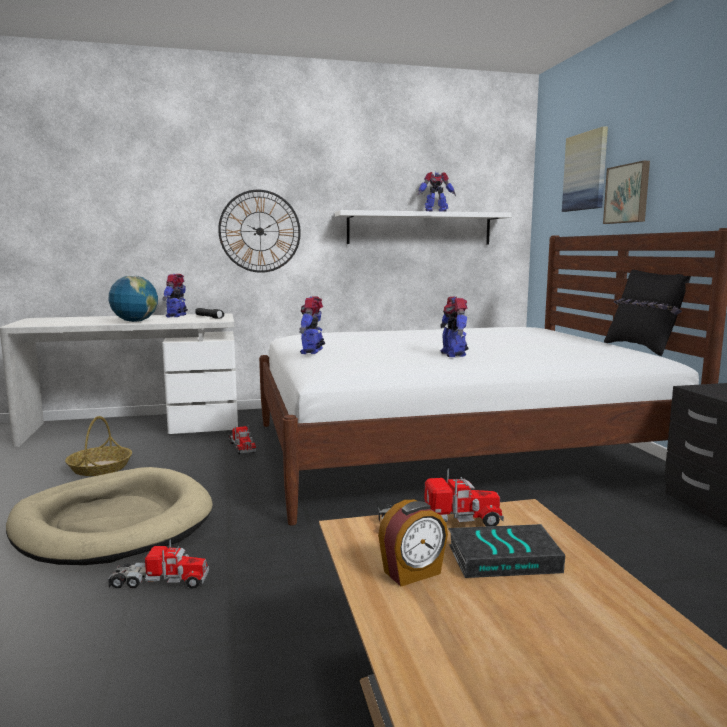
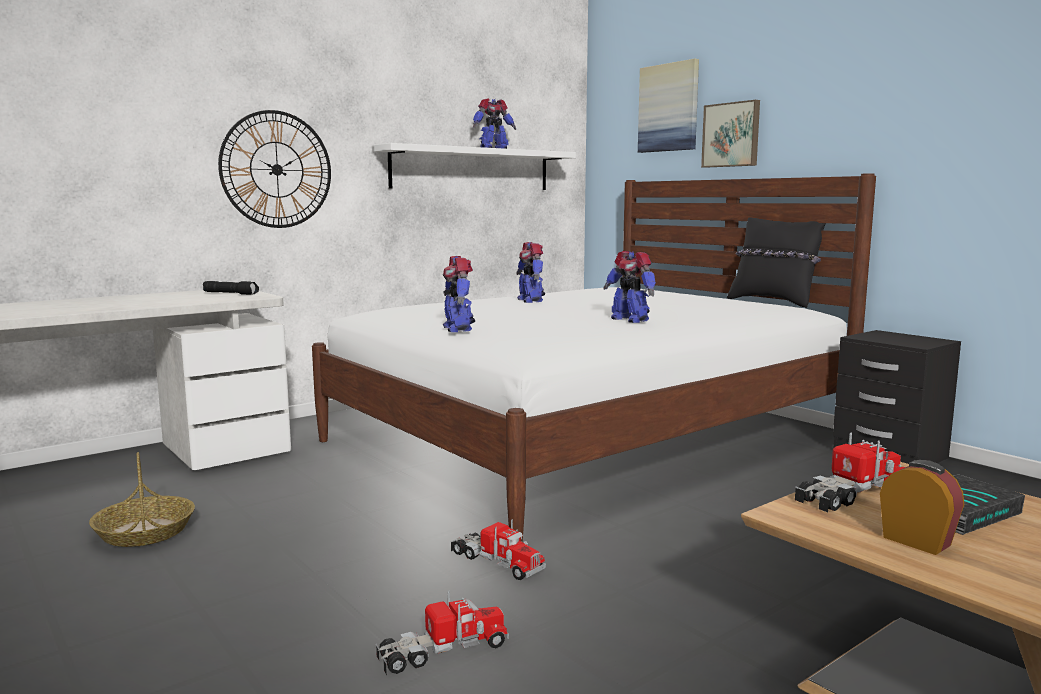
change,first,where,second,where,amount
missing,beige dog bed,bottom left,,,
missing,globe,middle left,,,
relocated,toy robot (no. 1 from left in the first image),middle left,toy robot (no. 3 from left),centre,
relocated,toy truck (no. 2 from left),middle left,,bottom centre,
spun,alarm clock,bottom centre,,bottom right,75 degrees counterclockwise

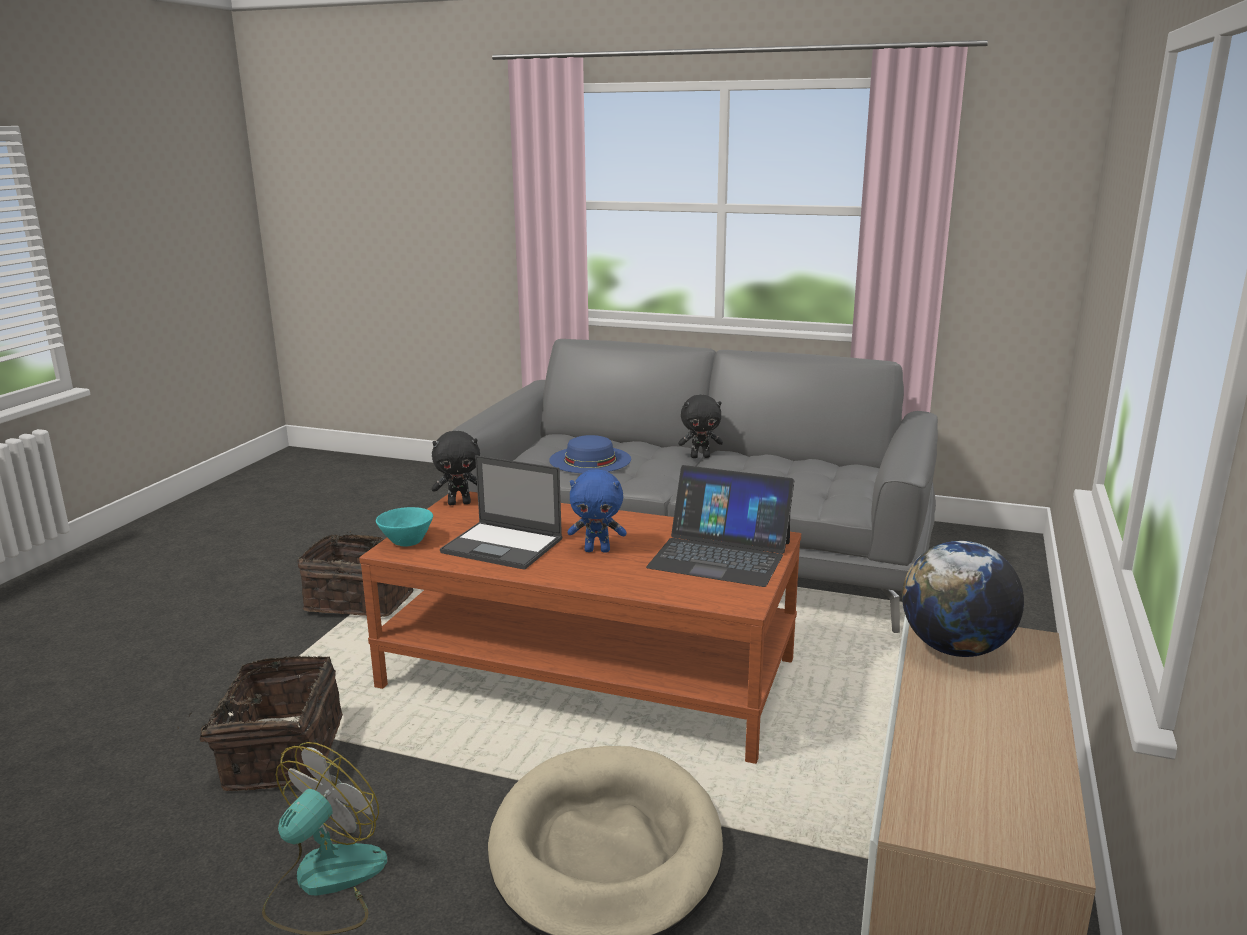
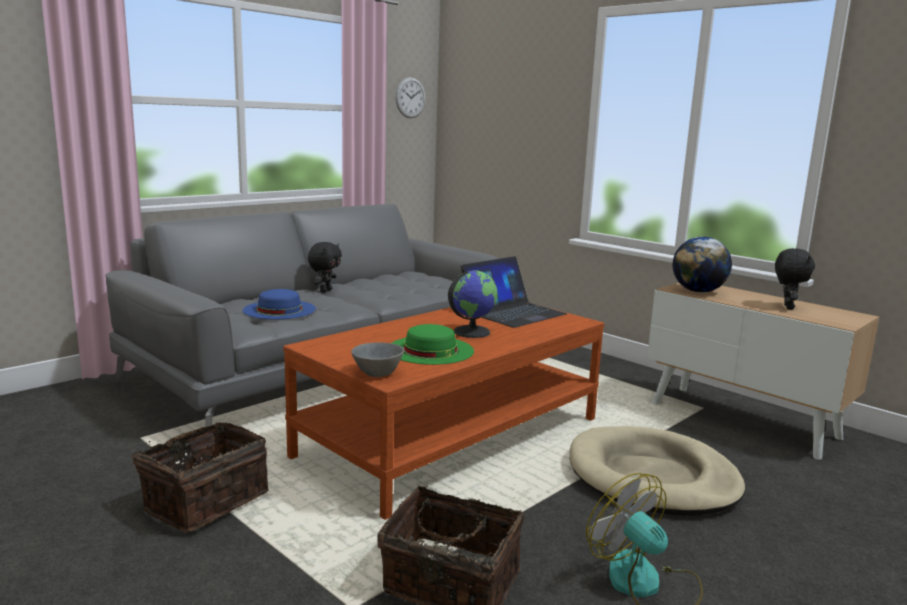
change,first,where,second,where,amount
colour,turquoise bowl,middle left,grey bowl,centre,
relocated,black plush toy (no. 1 from left in the first image),centre,black plush toy (no. 2 from left),middle right,
exchanged,laptop (no. 1 from left),centre,green hat,centre,
exchanged,blue plush toy,centre,globe (no. 1 from left),centre,
appeared,,,wall clock,top centre,

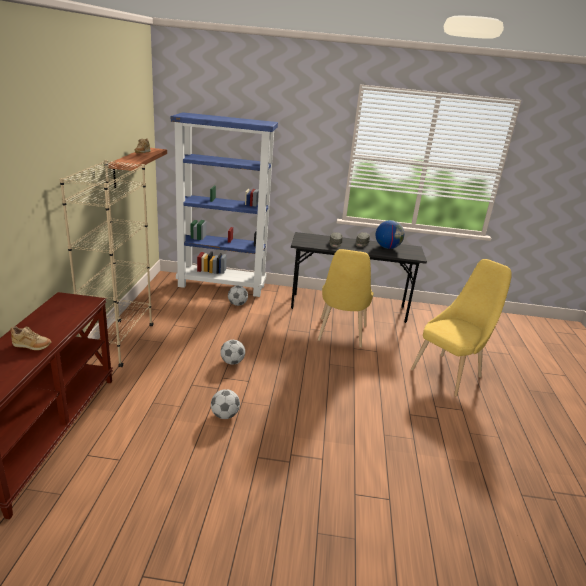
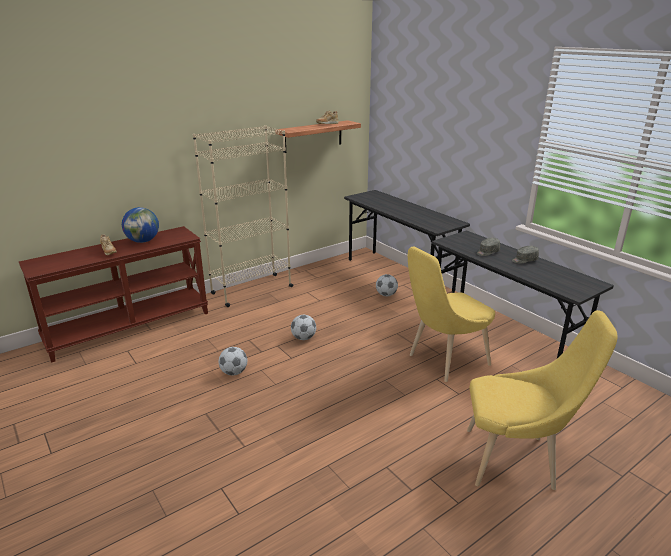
change,first,where,second,where,amount
exchanged,blue bookcase,centre,grey desk (no. 1 from left),centre,
relocated,globe,centre,,middle left,

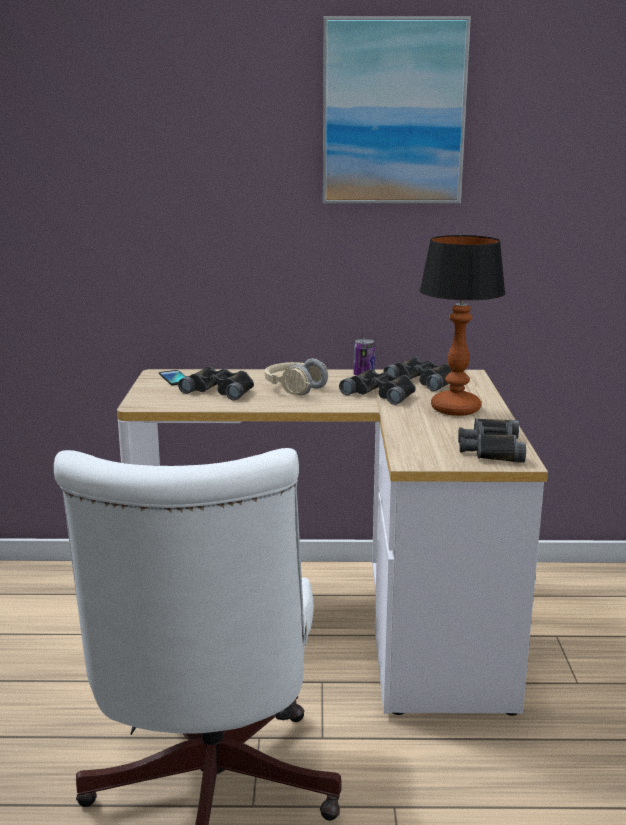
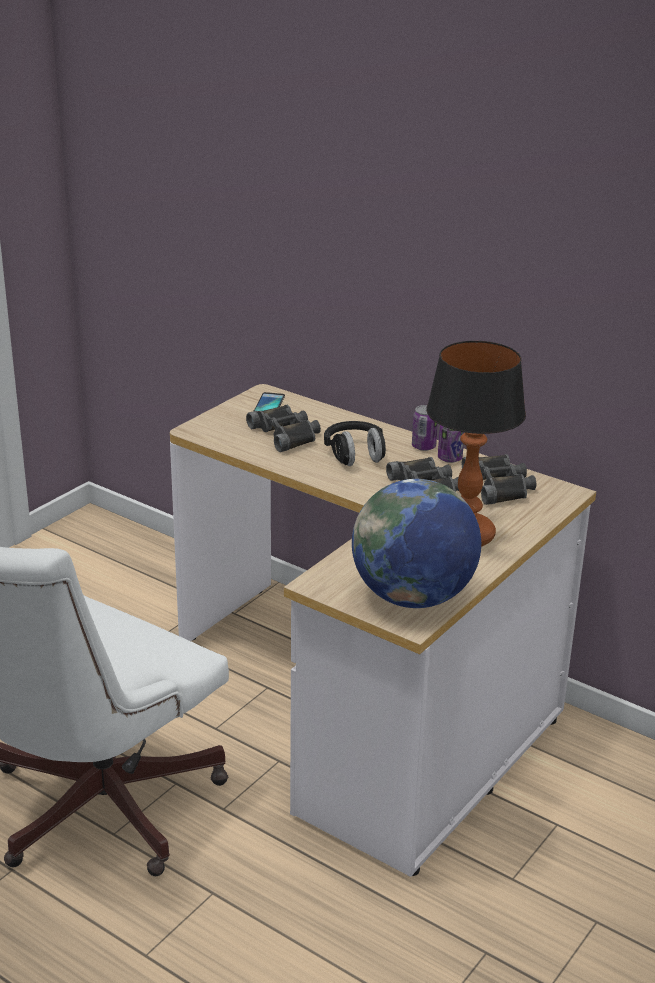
change,first,where,second,where,amount
colour,beige headphones,centre,black headphones,centre,
missing,picture,top centre,,,
exchanged,black binoculars (no. 4 from left),middle right,globe,centre,
appeared,,,can (no. 1 from left),centre,

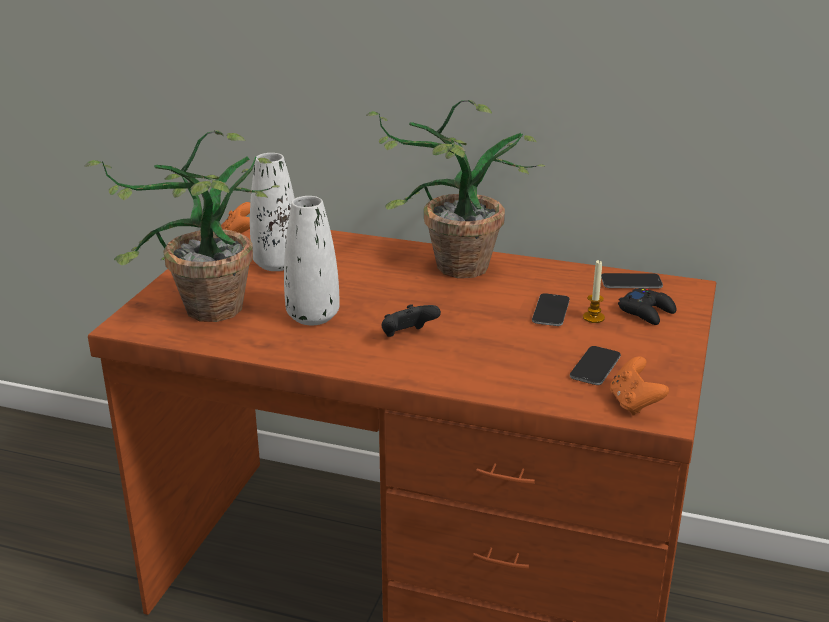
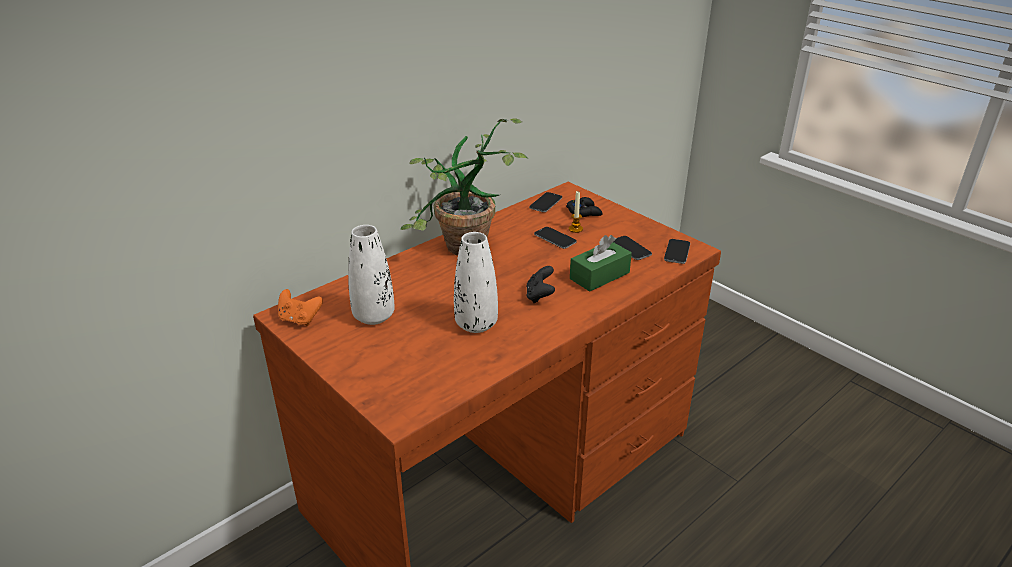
change,first,where,second,where,amount
missing,potted plant (no. 1 from left),middle left,,,
exchanged,orange game controller (no. 2 from left),middle right,phone (no. 4 from left),middle right,
appeared,,,green tissue box,centre,

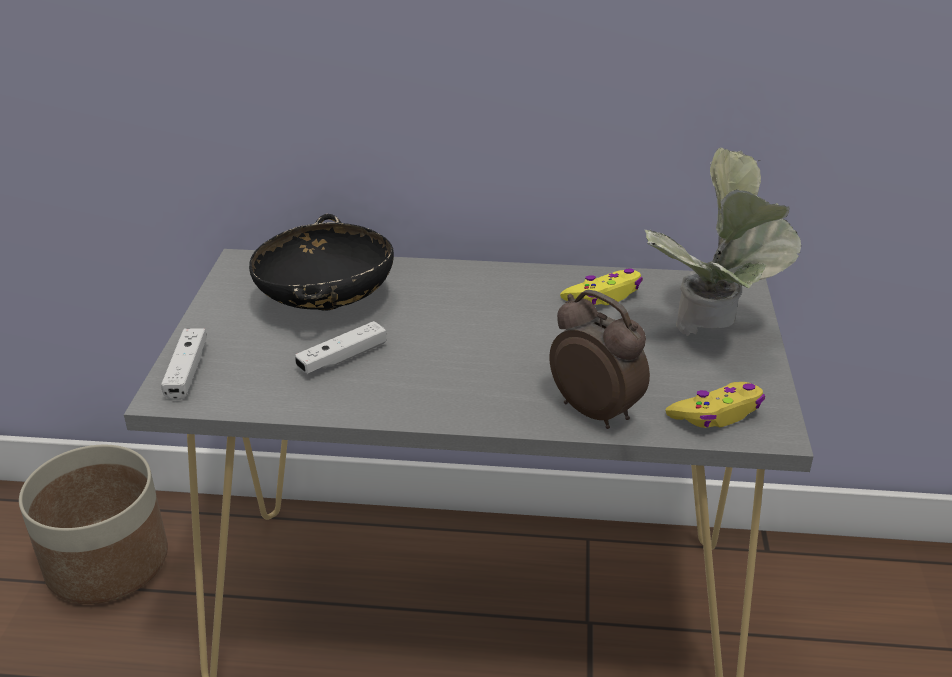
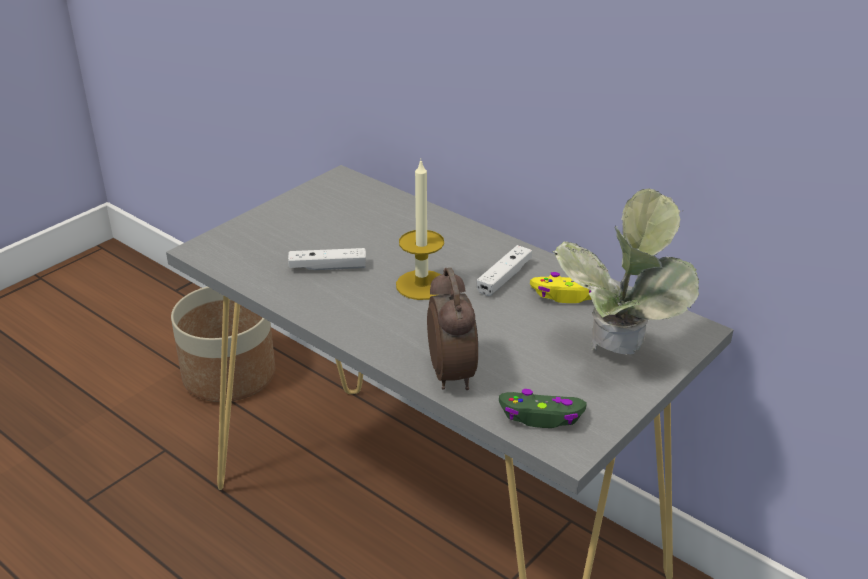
change,first,where,second,where,amount
relocated,white game controller (no. 1 from left in the first image),middle left,white game controller (no. 2 from left),centre,
missing,black bowl,centre,,,
colour,yellow game controller (no. 2 from left),middle right,green game controller,bottom centre,
appeared,,,candle,centre,

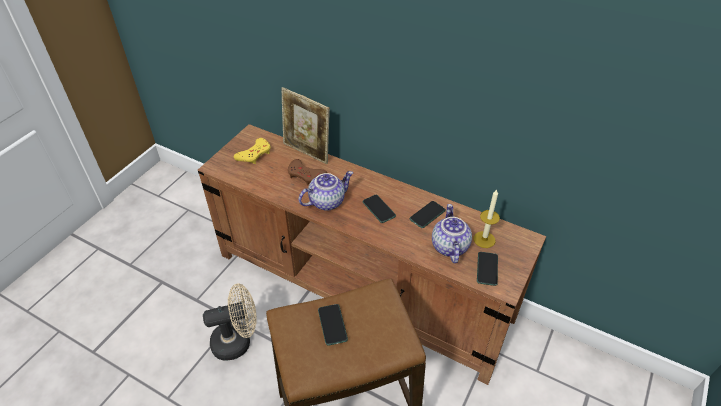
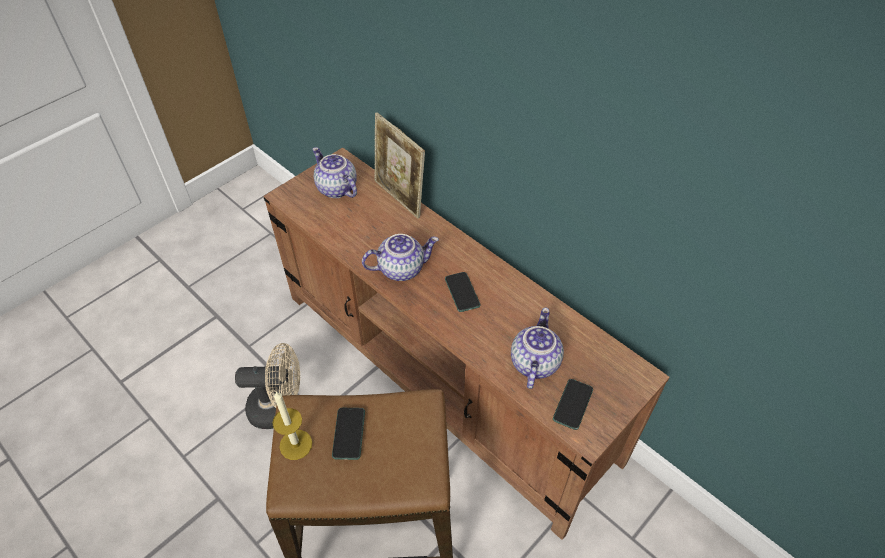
change,first,where,second,where,amount
exchanged,yellow game controller,centre,teapot (no. 1 from left),top centre,
missing,brown game controller,centre,,,
missing,phone (no. 3 from left),centre,,,
relocated,candle,middle right,,bottom left,

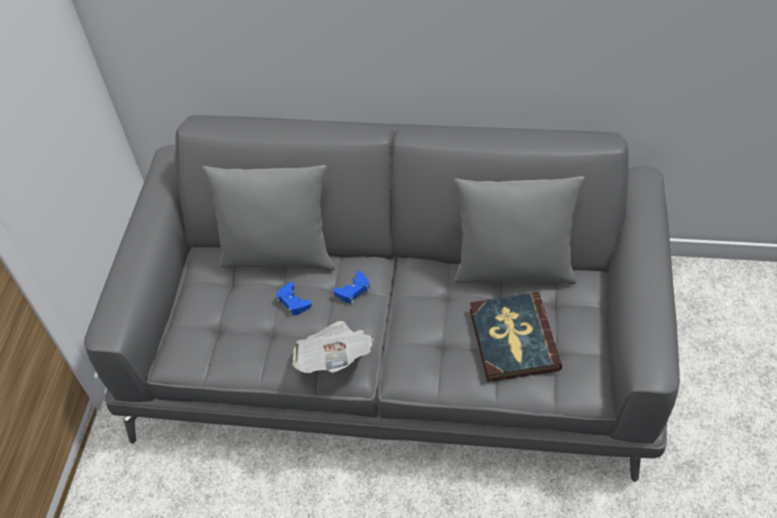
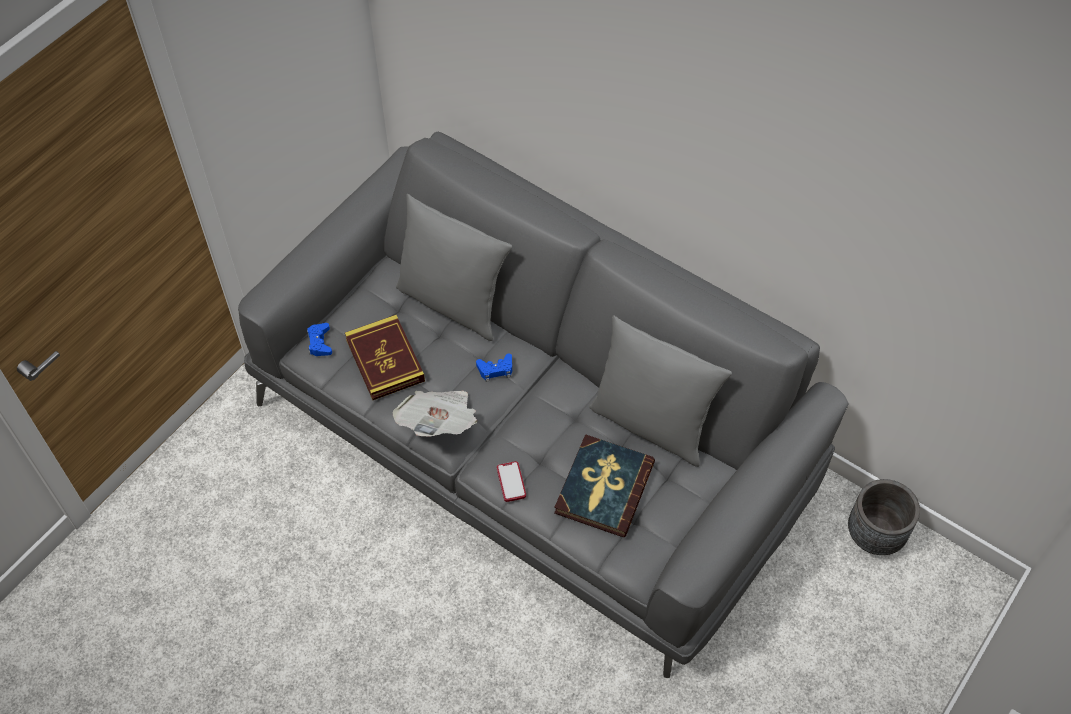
change,first,where,second,where,amount
relocated,blue game controller (no. 1 from left),centre,,middle left,
appeared,,,book (no. 1 from left),centre,
appeared,,,phone,bottom centre,
appeared,,,grey planter,bottom right,

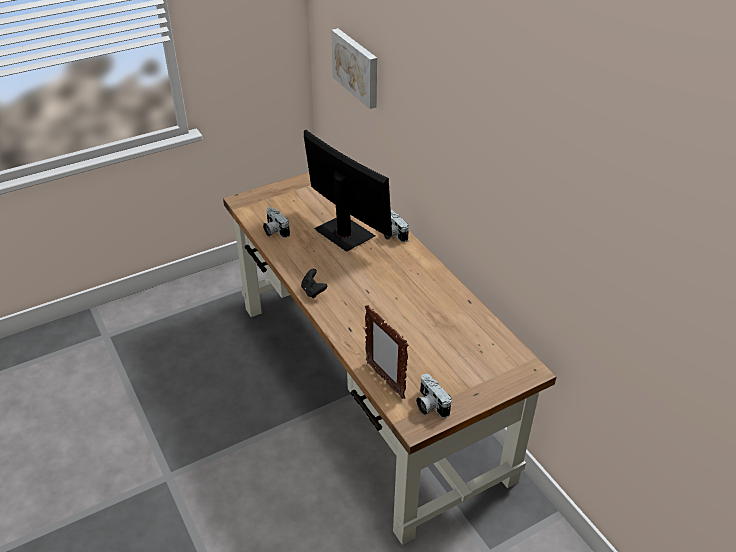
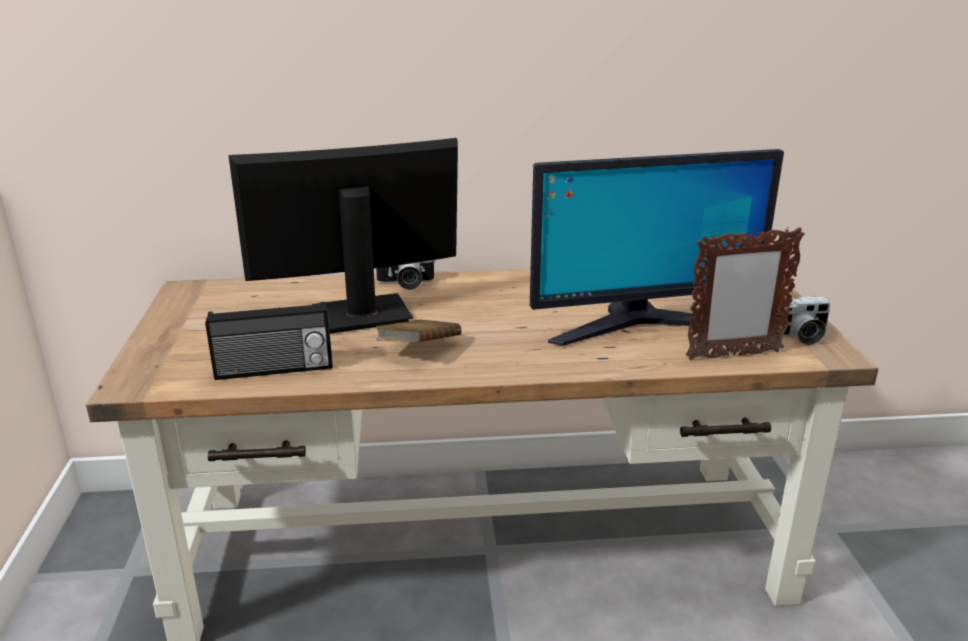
change,first,where,second,where,amount
exchanged,photo camera (no. 1 from left),centre,radio,middle left,
missing,black game controller,centre,,,
missing,picture,top centre,,,
appeared,,,brown book,centre,
appeared,,,monitor (no. 2 from left),middle right,

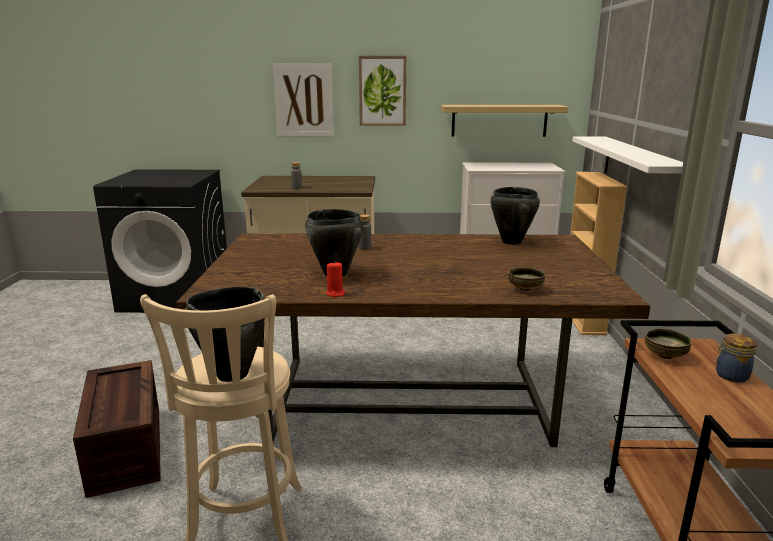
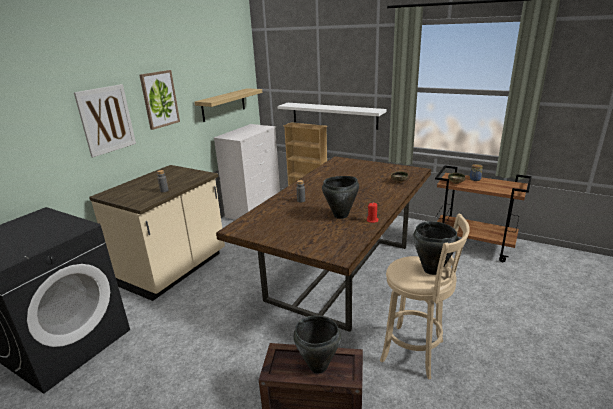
change,first,where,second,where,amount
relocated,black cooking pot (no. 3 from left in the first image),centre,black cooking pot (no. 1 from left),bottom centre,

